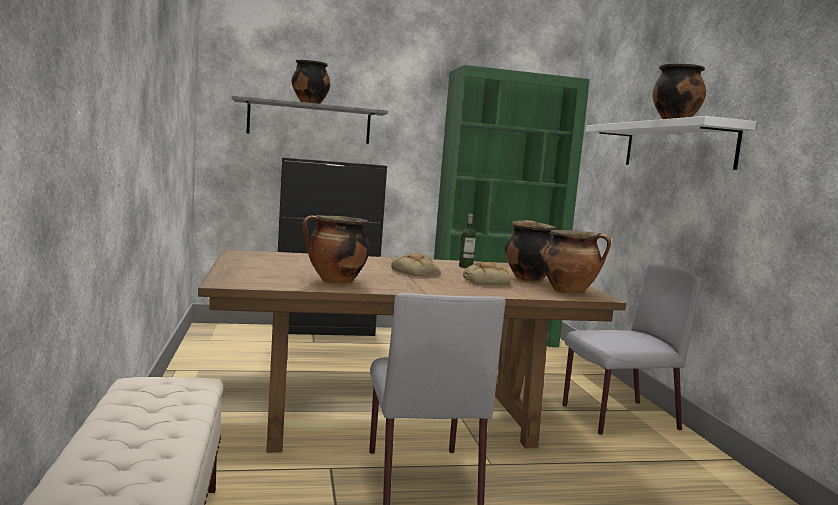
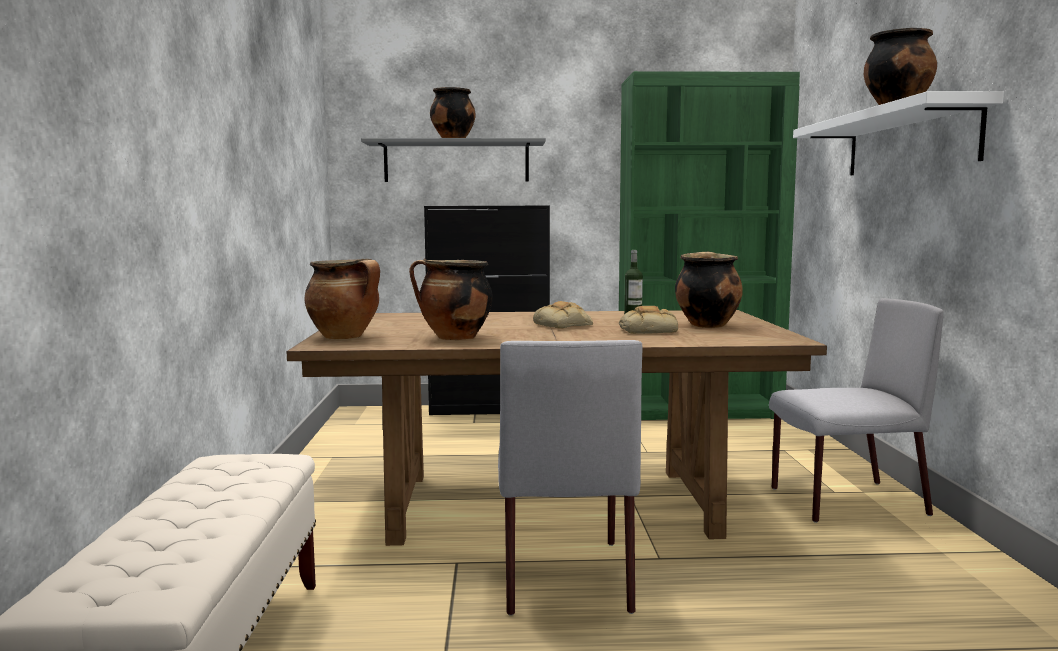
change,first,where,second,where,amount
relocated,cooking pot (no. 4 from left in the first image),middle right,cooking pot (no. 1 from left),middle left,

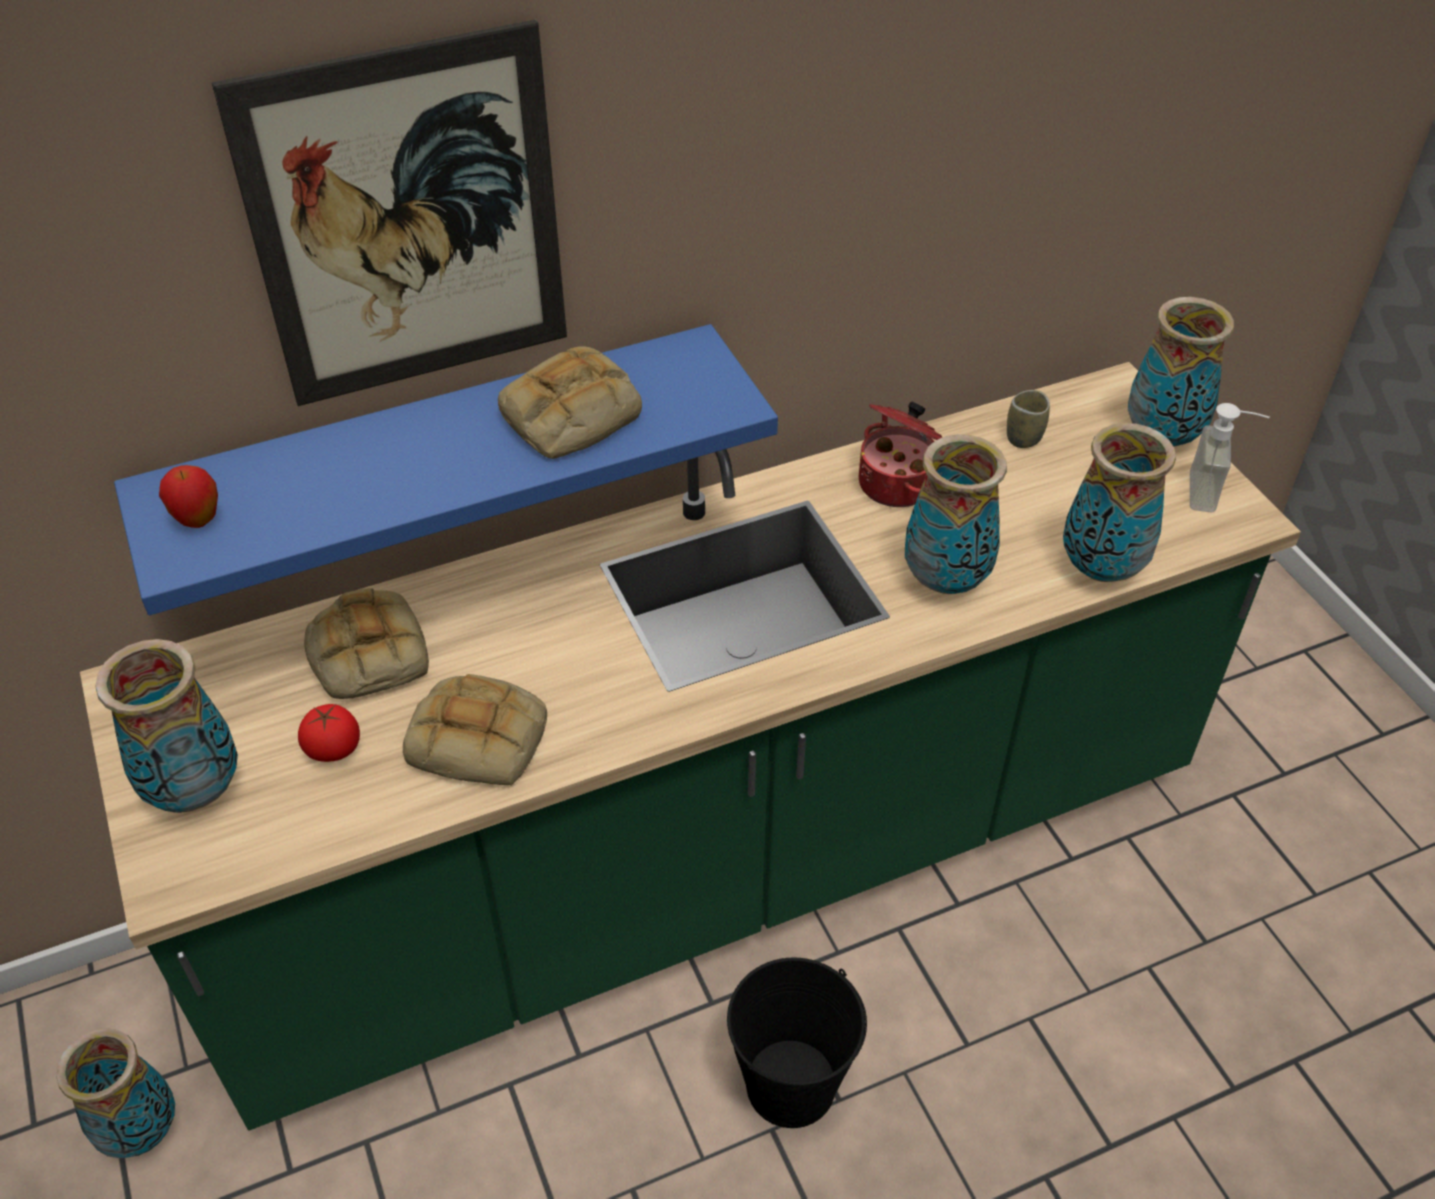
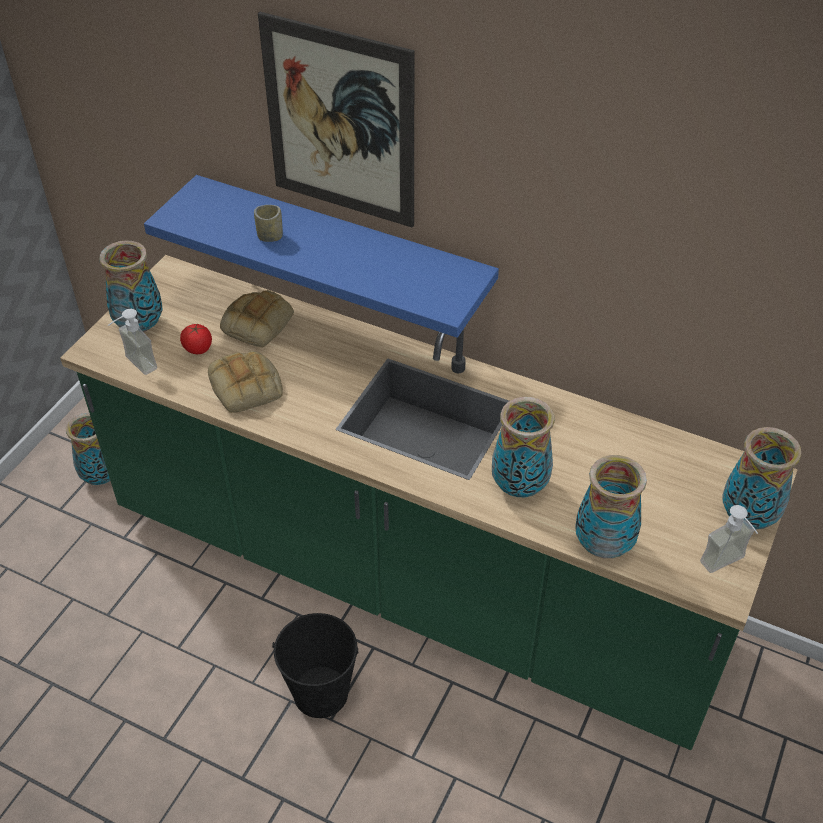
change,first,where,second,where,amount
missing,apple,middle left,,,
missing,bread (no. 3 from left),centre,,,
missing,cooking pot,centre,,,
relocated,cup,middle right,,top left,
appeared,,,soap dispenser (no. 1 from left),middle left,

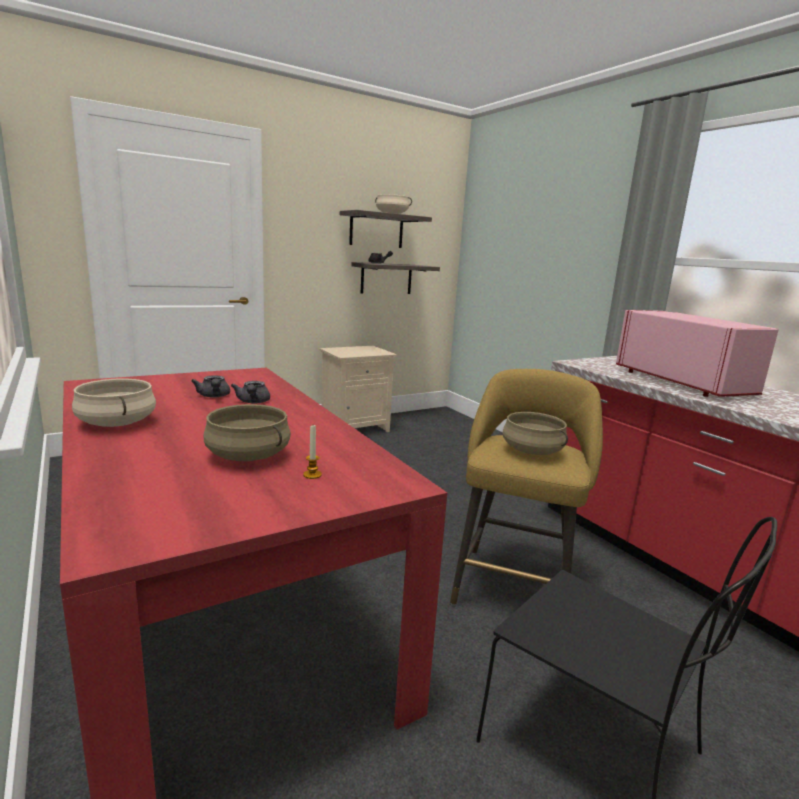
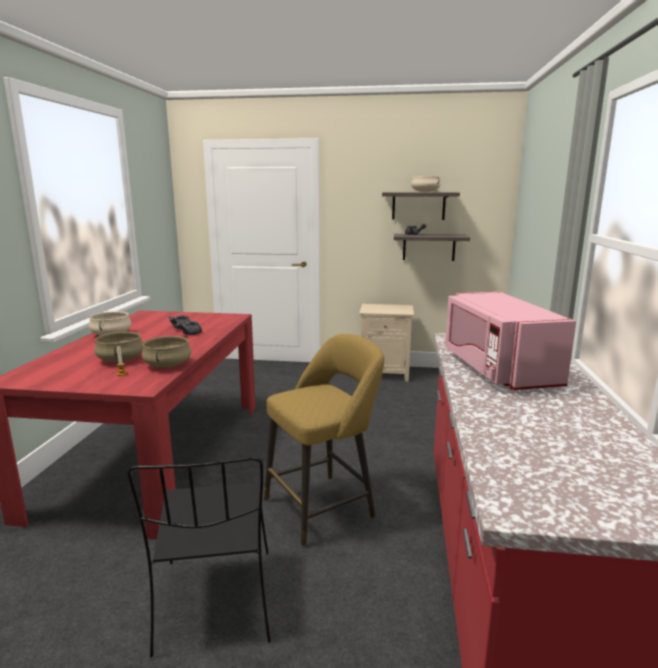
change,first,where,second,where,amount
relocated,beige cooking pot (no. 4 from left in the first image),middle right,beige cooking pot (no. 3 from left),middle left,
spun,pink microwave,middle right,,middle right,150 degrees clockwise

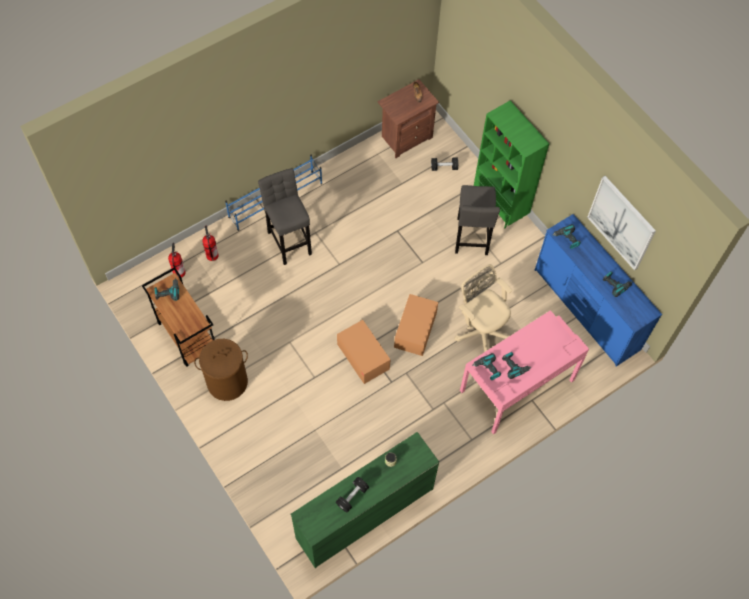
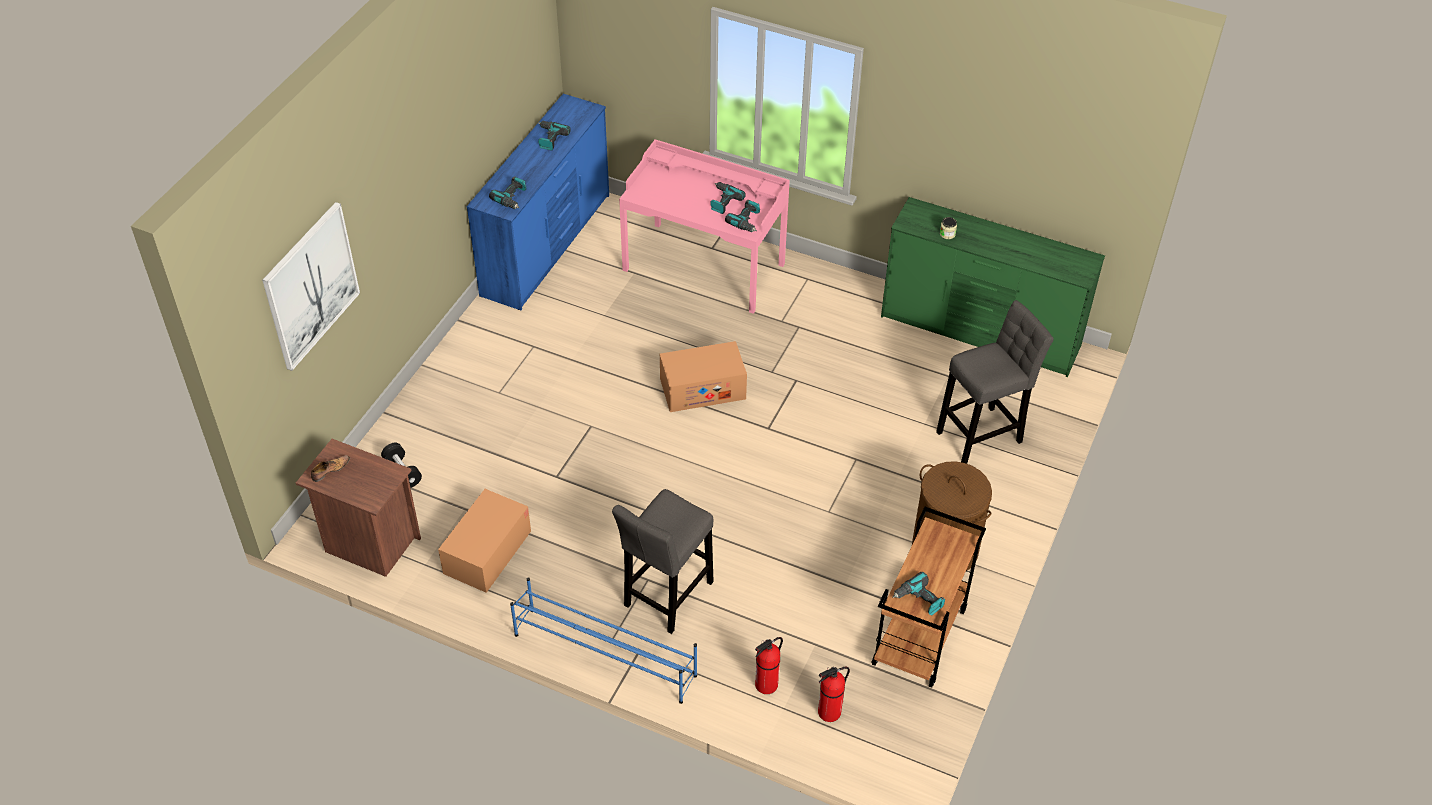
change,first,where,second,where,amount
missing,black dumbbell (no. 1 from left),bottom centre,,,
relocated,cardboard box (no. 1 from left),centre,,bottom centre,
missing,beige office chair,centre,,,
relocated,grey stool (no. 2 from left),centre,,middle right,
missing,green bookcase,top right,,,
relocated,picture,middle right,,middle left,

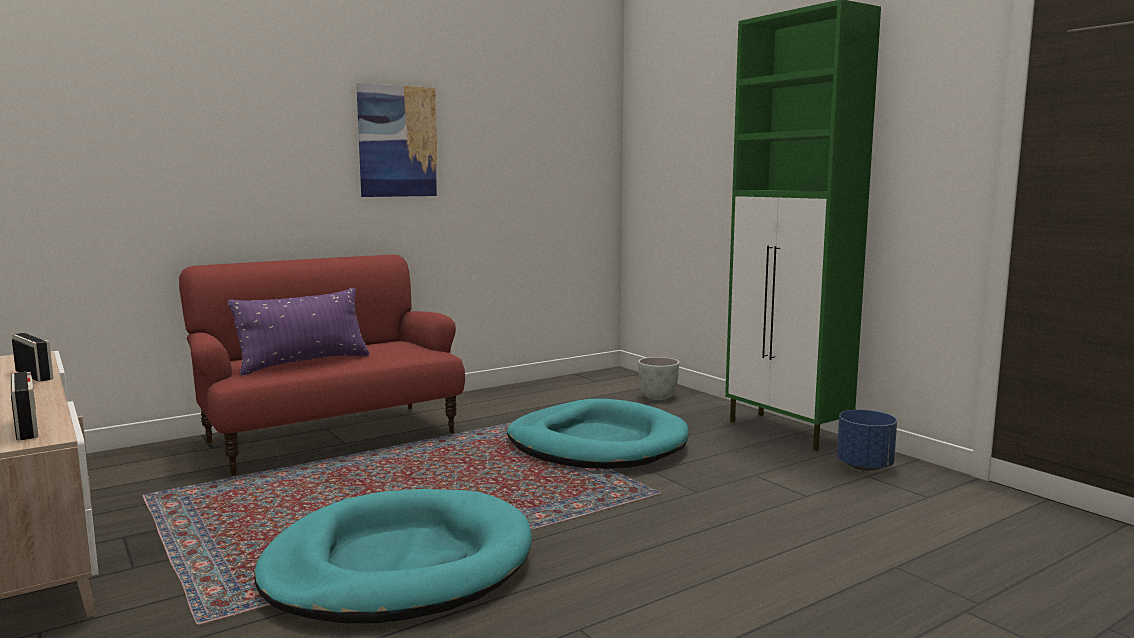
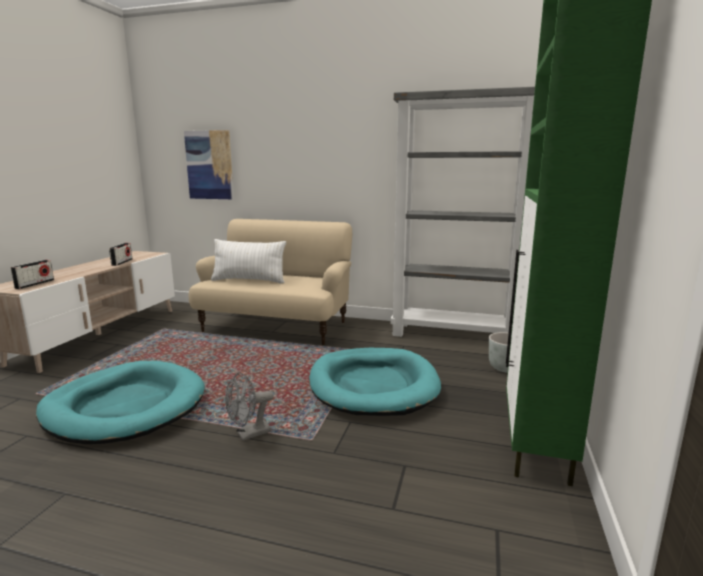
change,first,where,second,where,amount
colour,red sofa,middle left,beige sofa,centre,
colour,purple pillow,middle left,white pillow,centre,
relocated,picture,top centre,,top left,
missing,blue planter,bottom right,,,
appeared,,,grey fan,bottom centre,
appeared,,,grey bookcase,centre,

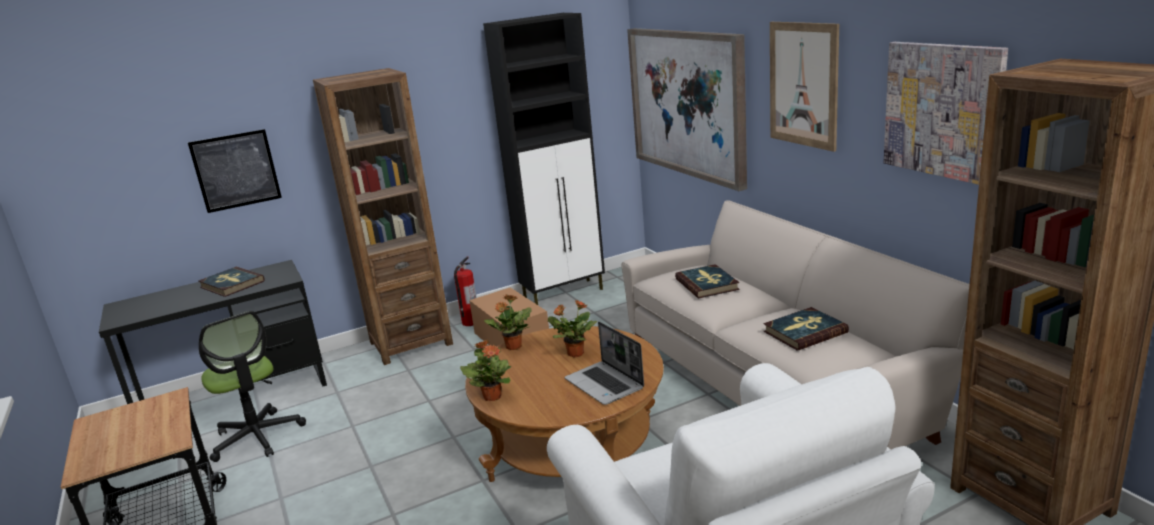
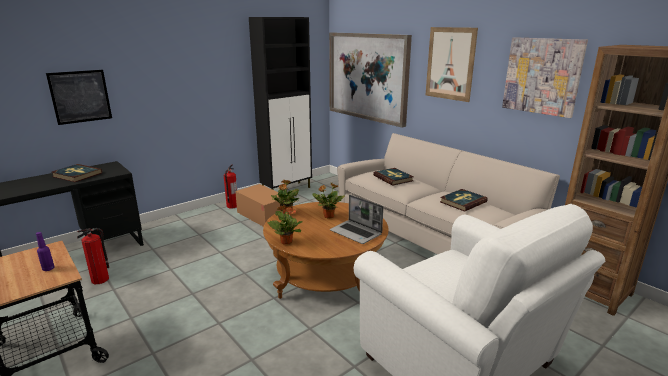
change,first,where,second,where,amount
exchanged,office chair,bottom left,fire extinguisher (no. 1 from left),bottom left,
missing,brown bookcase (no. 1 from left),middle left,,,
appeared,,,purple bottle,bottom left,

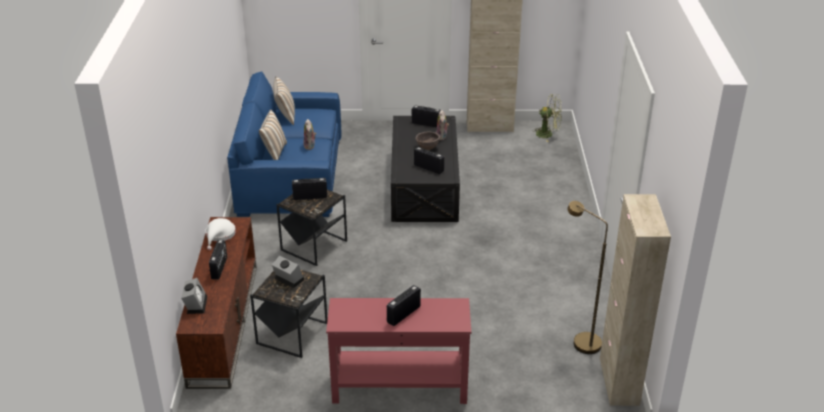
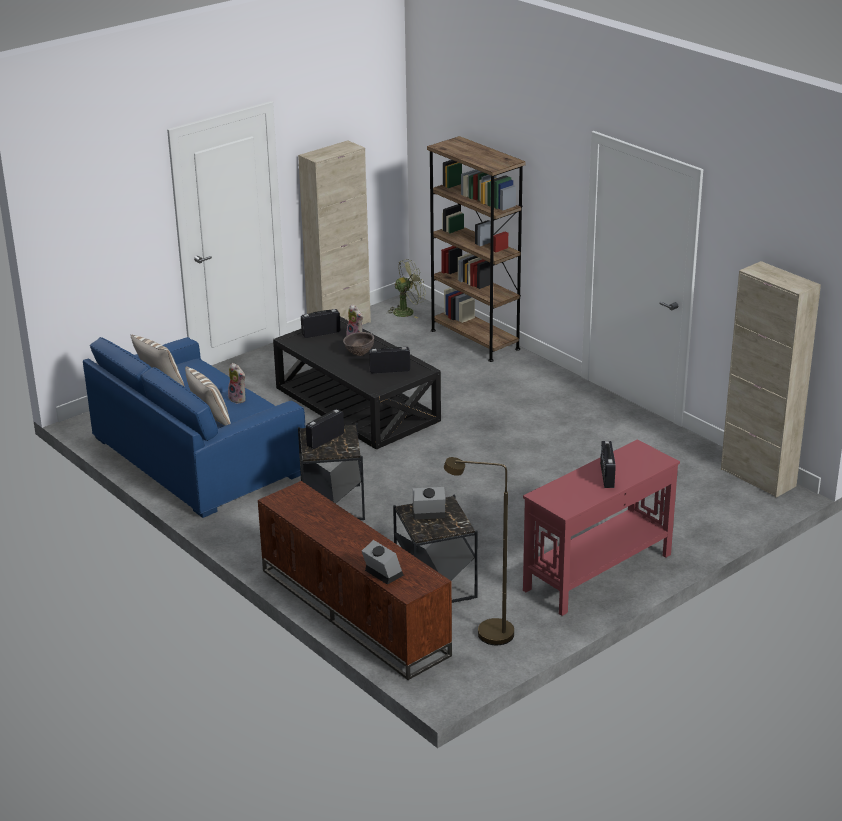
change,first,where,second,where,amount
missing,white hat,middle left,,,
missing,radio (no. 1 from left),middle left,,,
relocated,brown floor lamp,bottom right,,bottom centre,
appeared,,,brown bookcase,top centre,

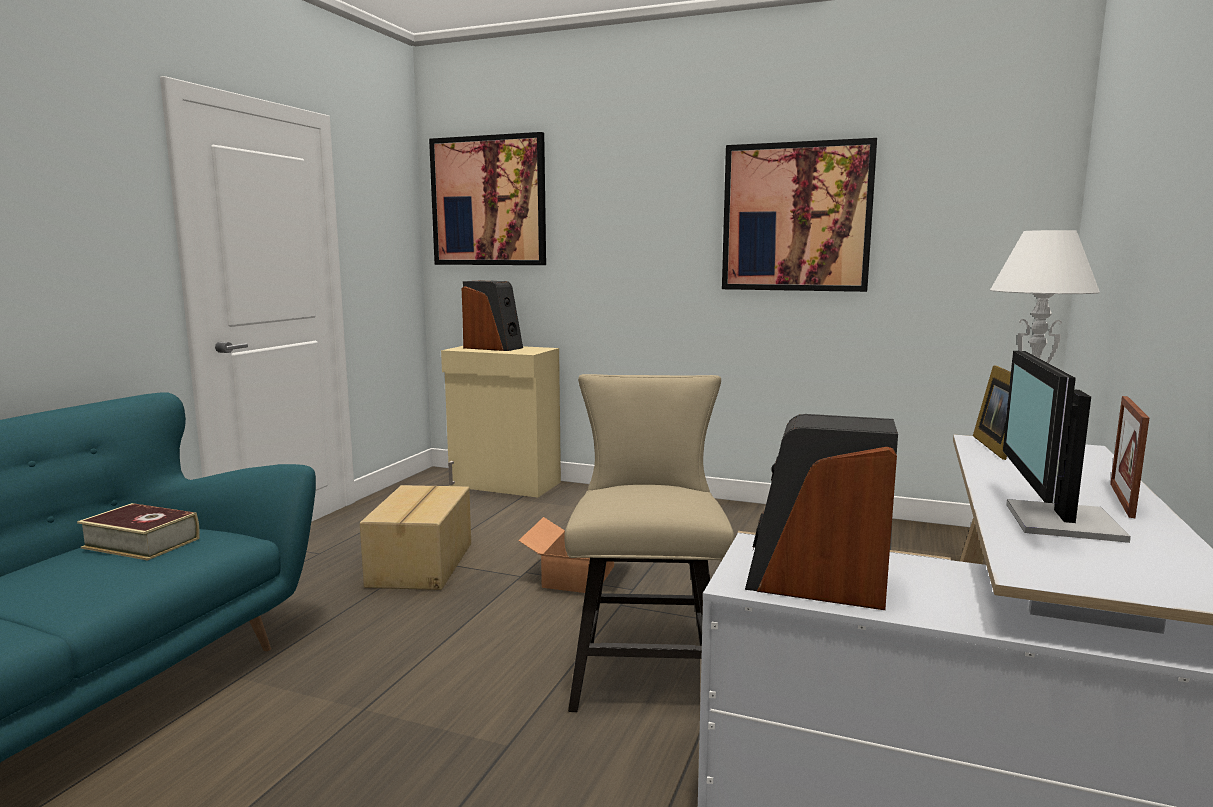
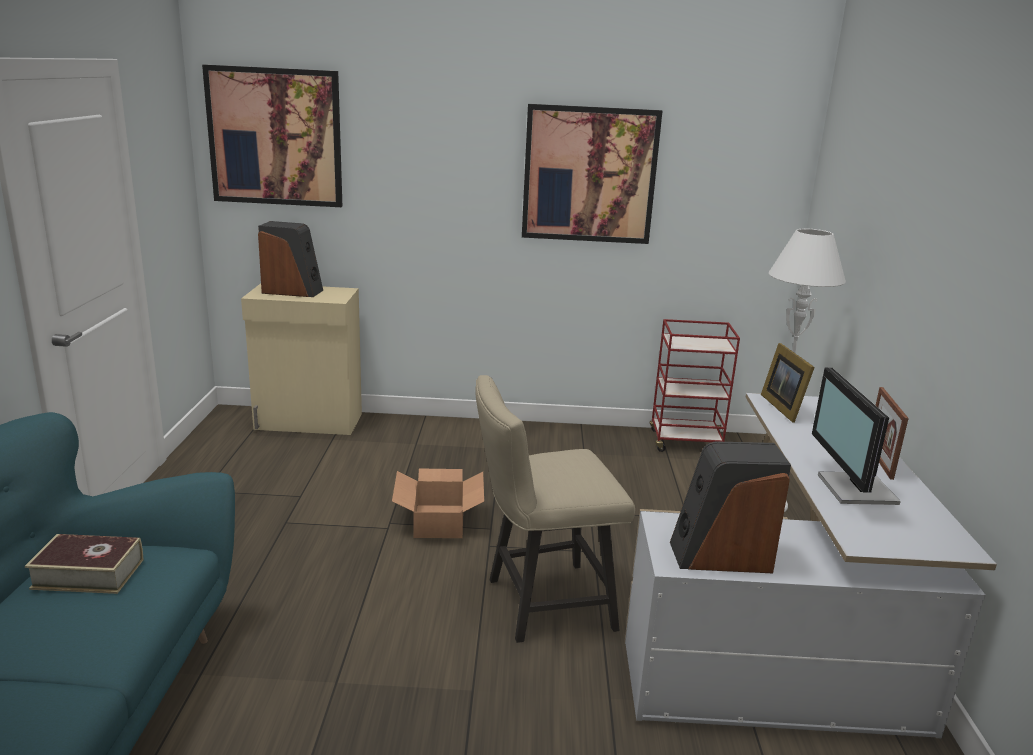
change,first,where,second,where,amount
missing,cardboard box (no. 1 from left),centre,,,
spun,beige chair,bottom centre,,bottom centre,90 degrees counterclockwise
appeared,,,red cart,middle right,

